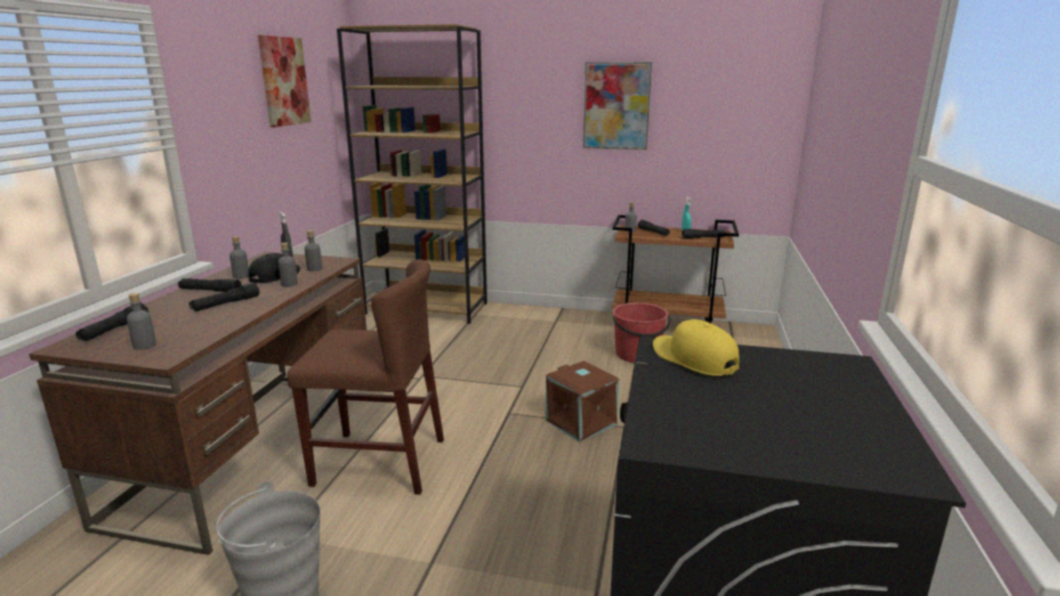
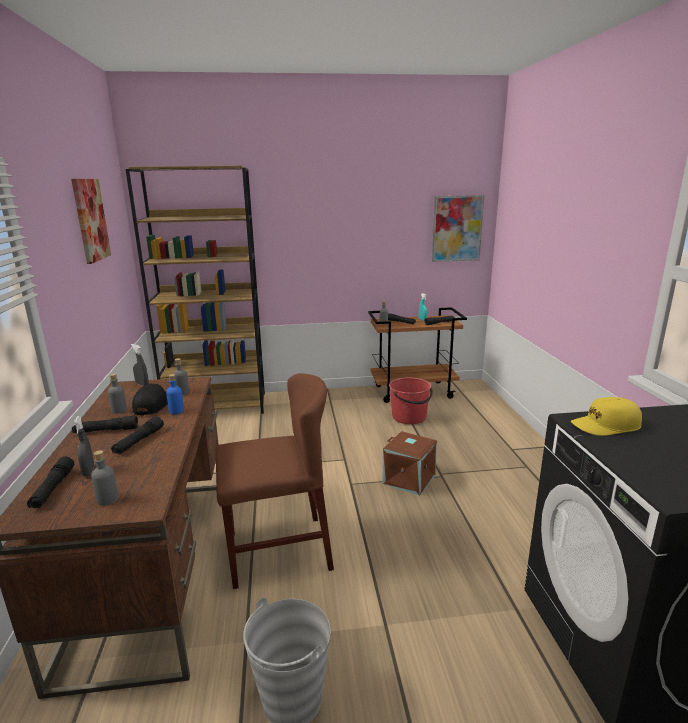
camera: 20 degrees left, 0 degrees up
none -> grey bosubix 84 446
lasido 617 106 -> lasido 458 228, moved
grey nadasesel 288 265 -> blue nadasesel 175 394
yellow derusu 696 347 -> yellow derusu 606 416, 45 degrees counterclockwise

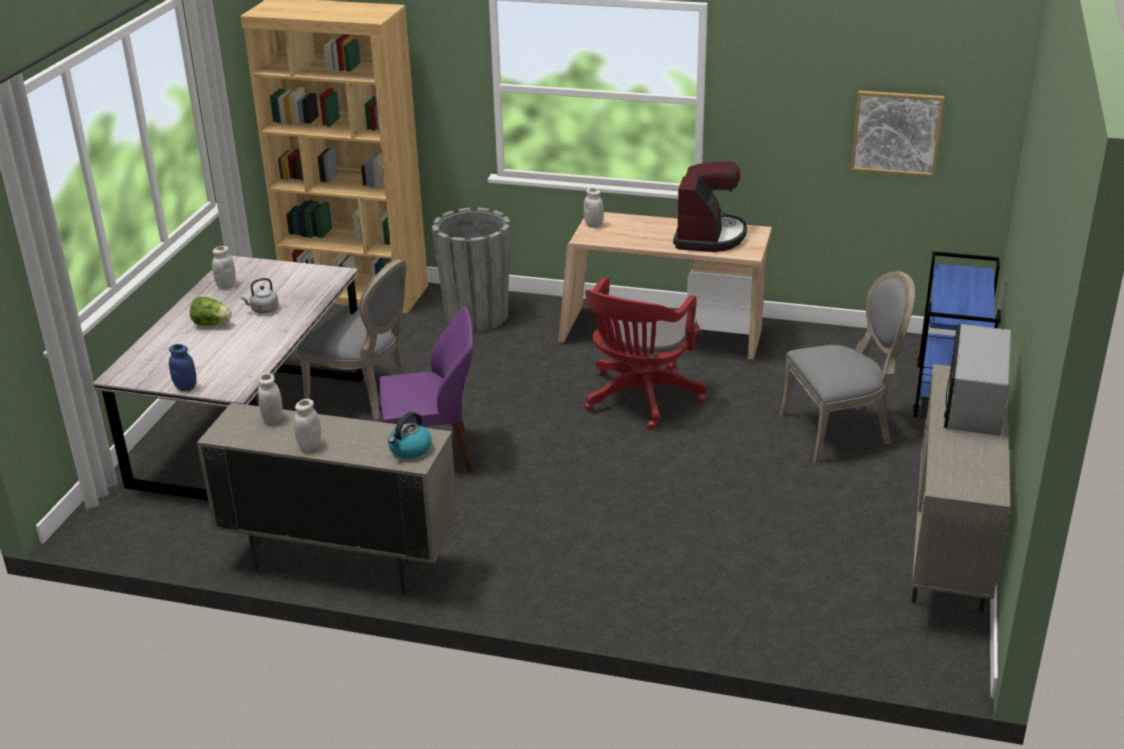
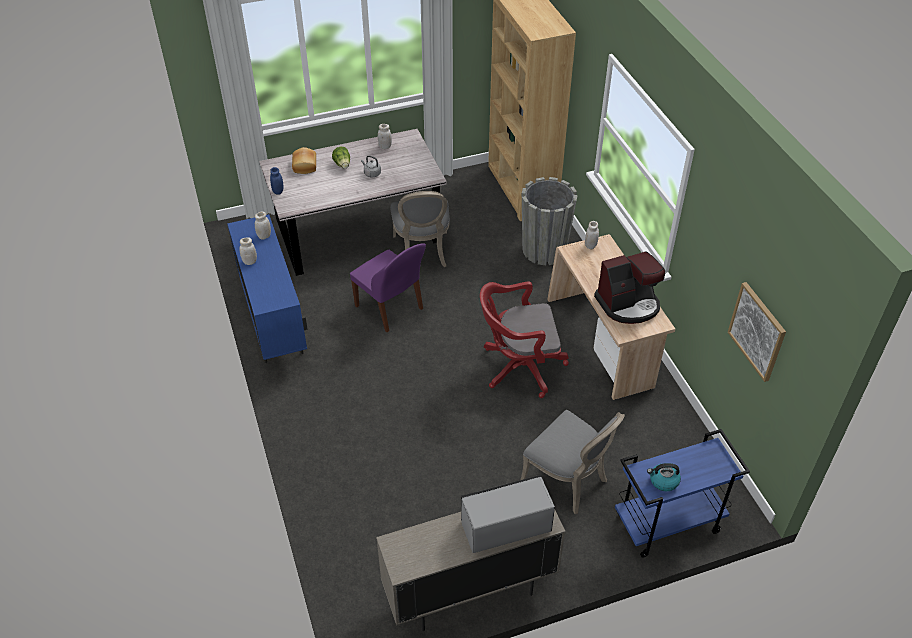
camera: 55 degrees right, 15 degrees up
none -> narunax 304 160
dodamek 410 435 -> dodamek 664 477, moved
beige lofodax 327 499 -> blue lofodax 267 288

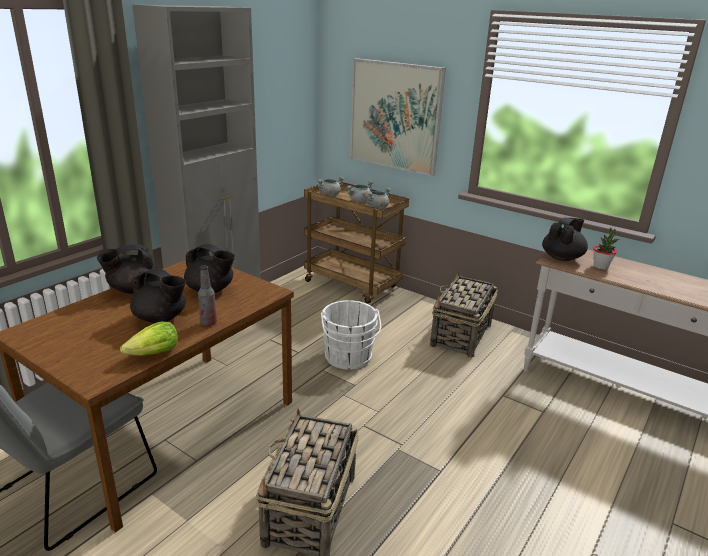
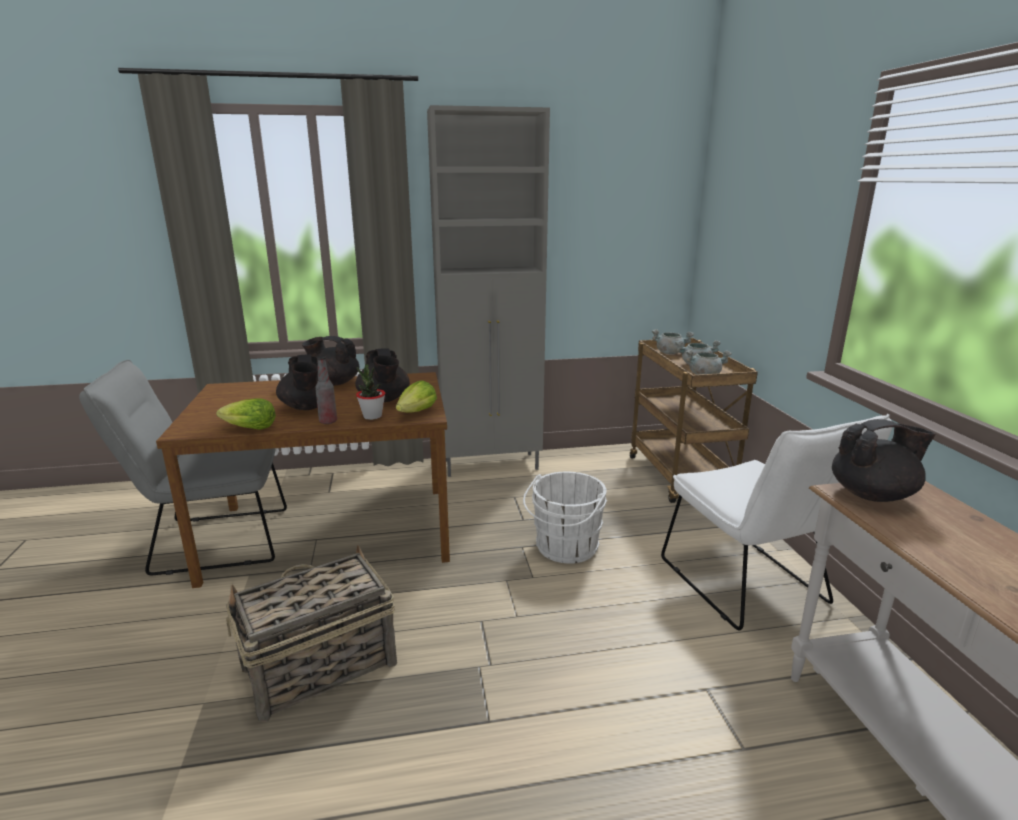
camera: 45 degrees right, 5 degrees down
lasido 398 117 -> none
none -> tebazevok 416 396
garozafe 606 249 -> garozafe 370 392, moved
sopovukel 464 315 -> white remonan 776 522

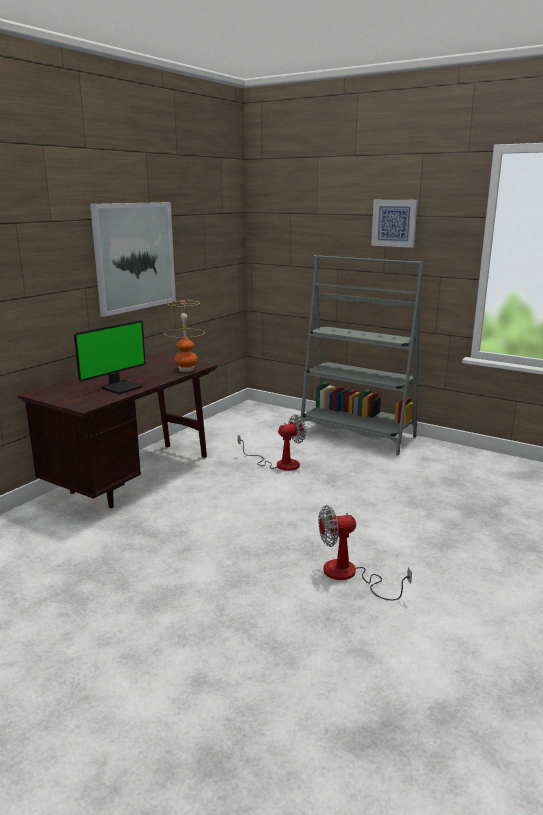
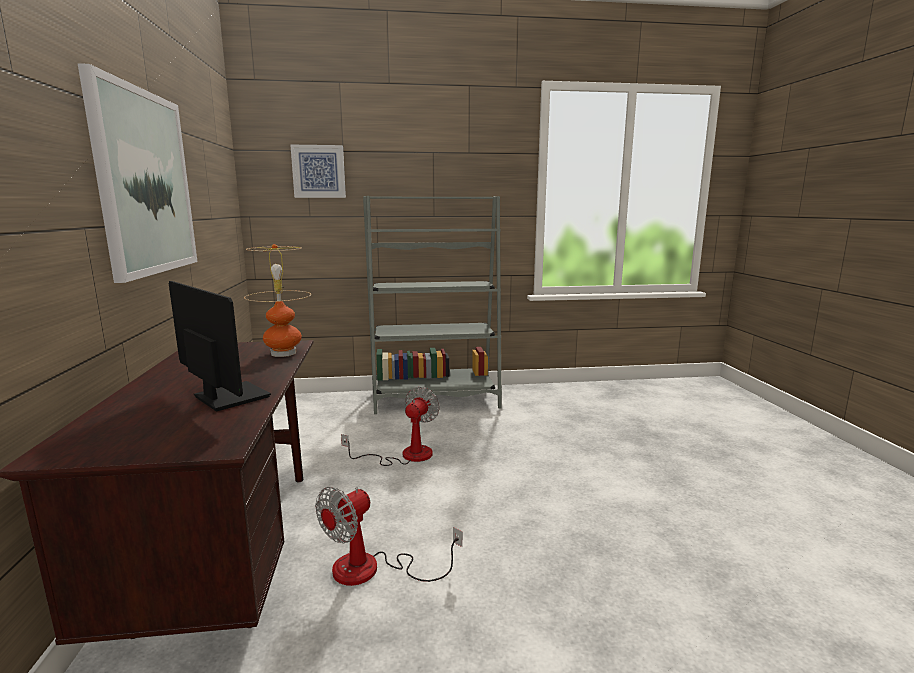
camera: 40 degrees left, 5 degrees down
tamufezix 365 553 -> tamufezix 388 536, moved
lasido 394 224 -> lasido 318 171, moved
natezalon 110 357 -> natezalon 220 346, 45 degrees counterclockwise

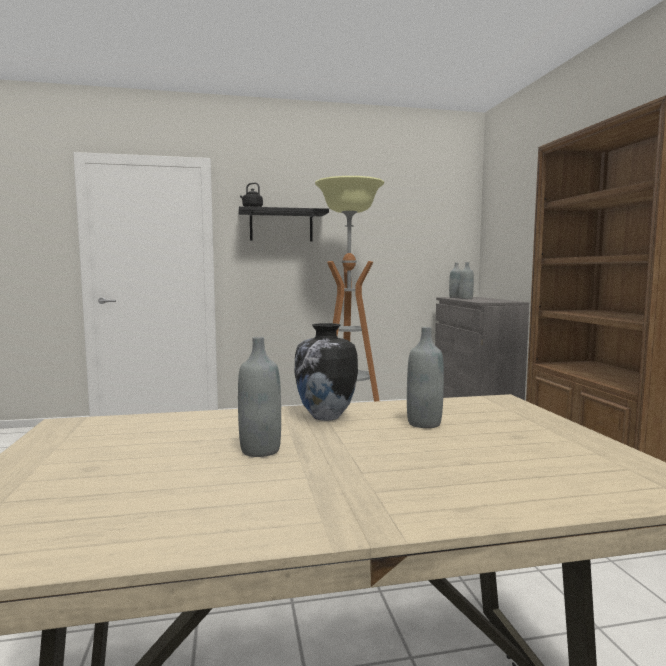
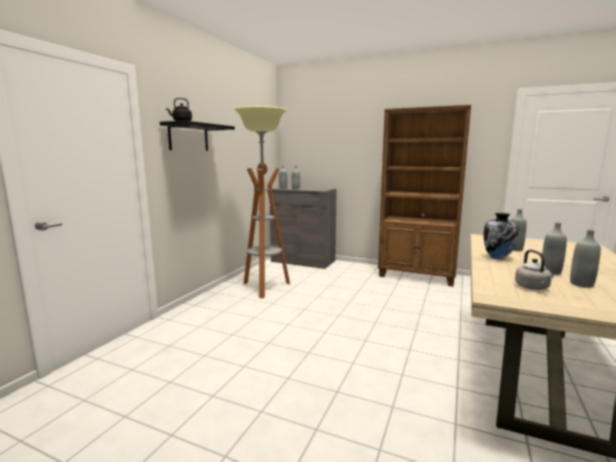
camera: 55 degrees left, 5 degrees up
none -> grey dodamek 534 270
none -> grey nadasesel 585 258

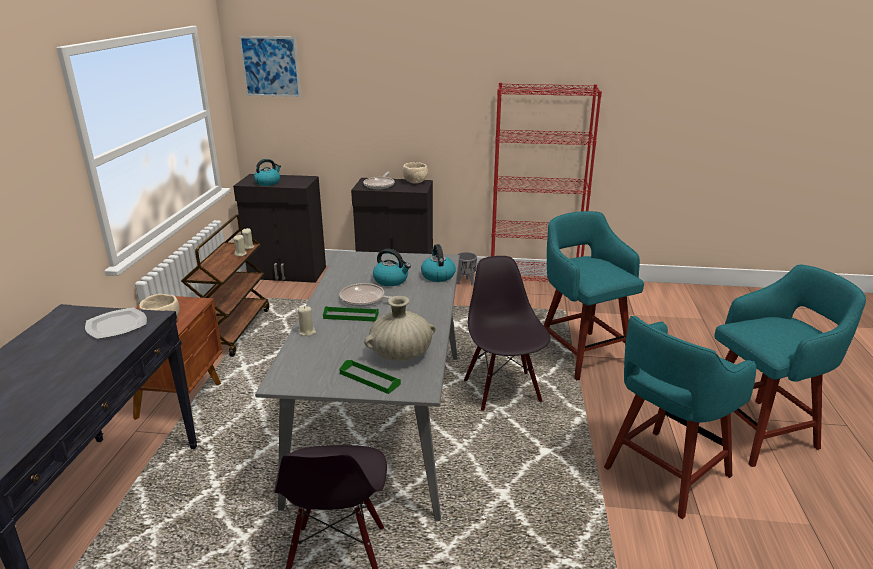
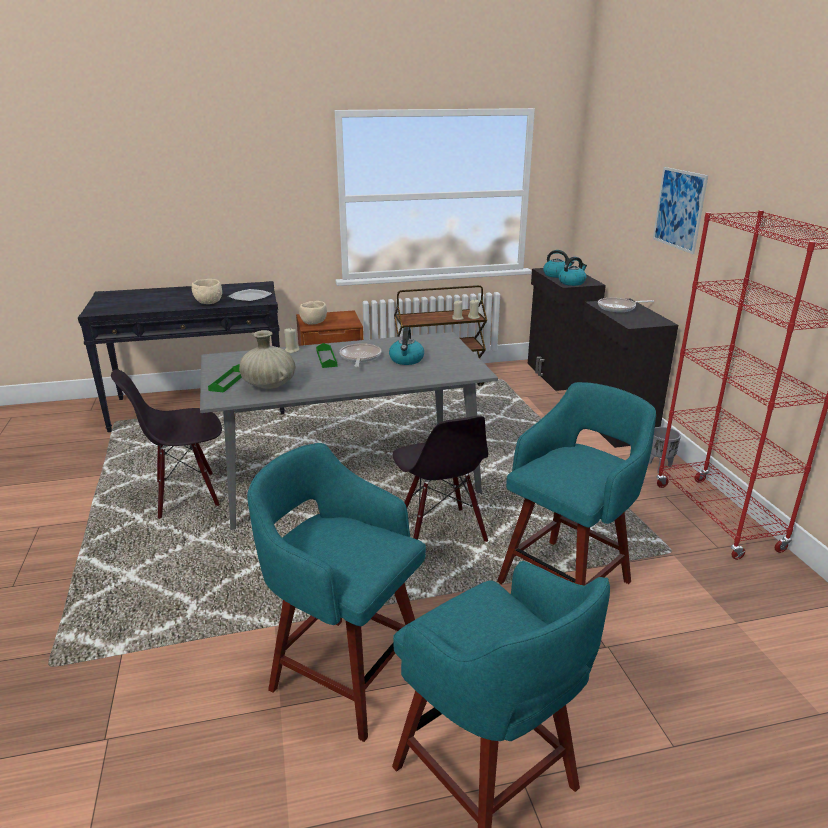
camera: 70 degrees right, 0 degrees up
lasido 270 66 -> lasido 680 210, moved
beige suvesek 415 173 -> beige suvesek 207 291, moved
dodamek 438 263 -> dodamek 572 271, moved
black remonan 507 333 -> black remonan 440 479, 105 degrees clockwise

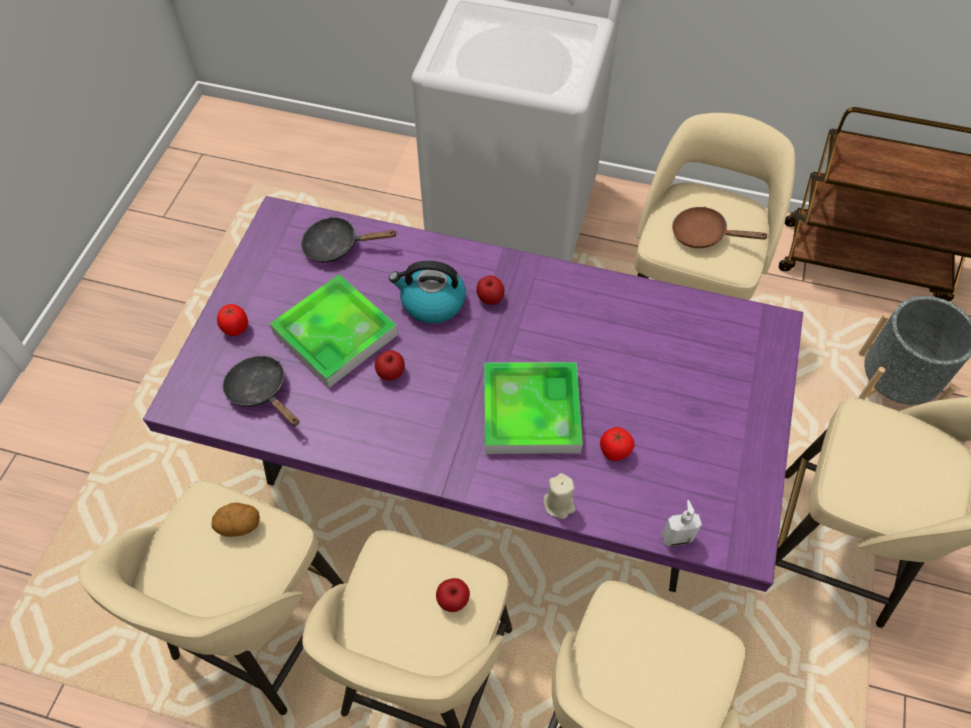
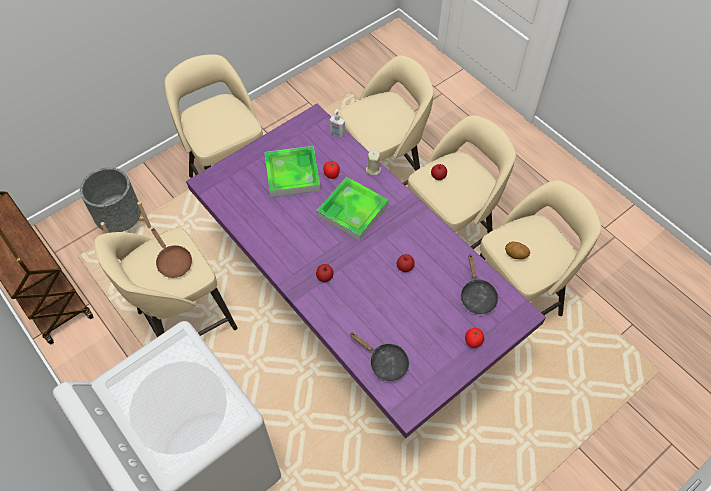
camera: 145 degrees left, 0 degrees up
dodamek 427 292 -> none
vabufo 334 331 -> vabufo 293 171, moved

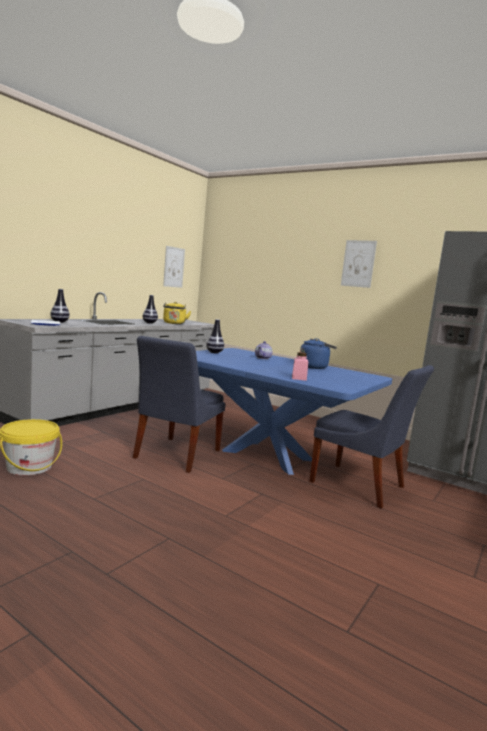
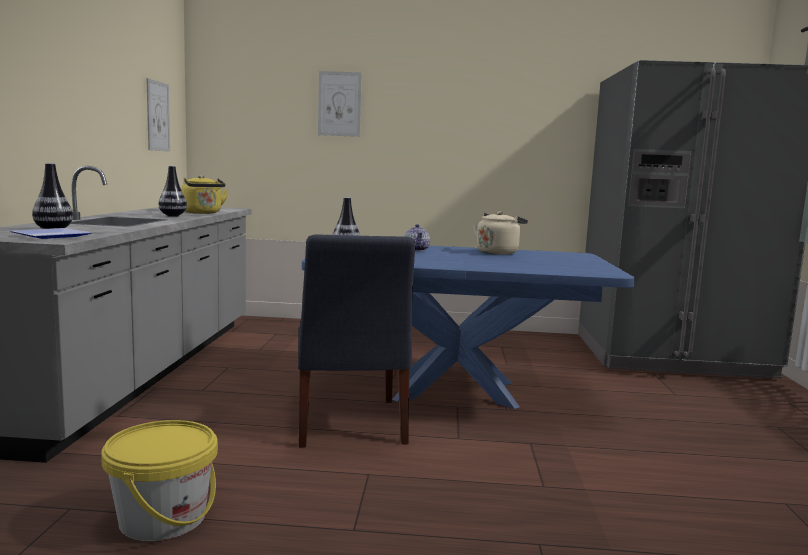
camera: 30 degrees left, 0 degrees up
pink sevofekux 300 366 -> none
blue remonan 371 437 -> none
lasido 359 264 -> lasido 340 104, moved
blue dodamek 318 353 -> beige dodamek 500 233

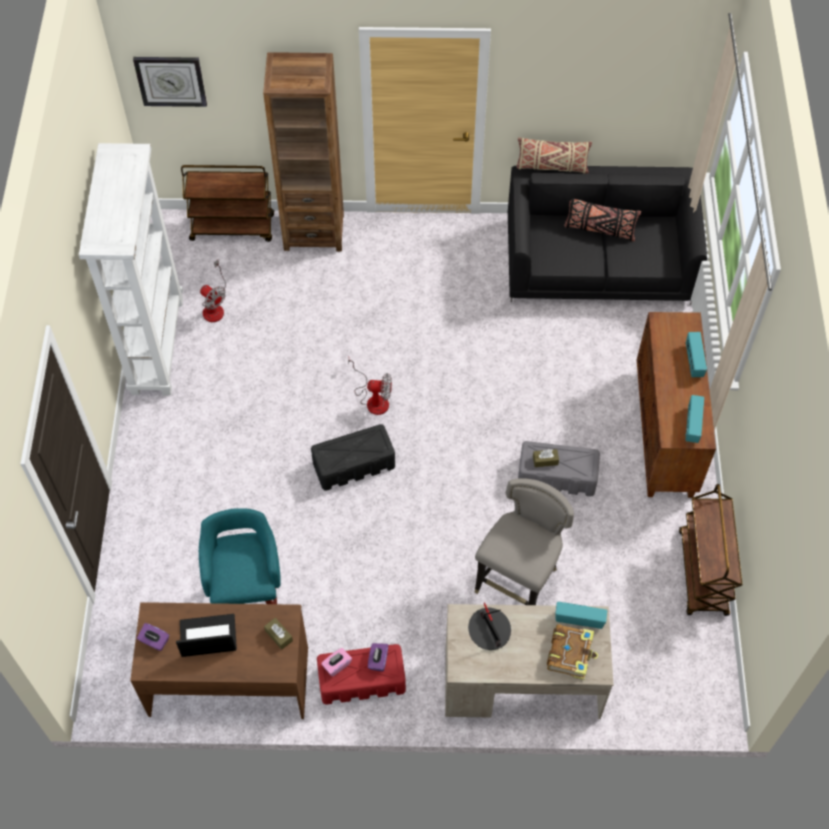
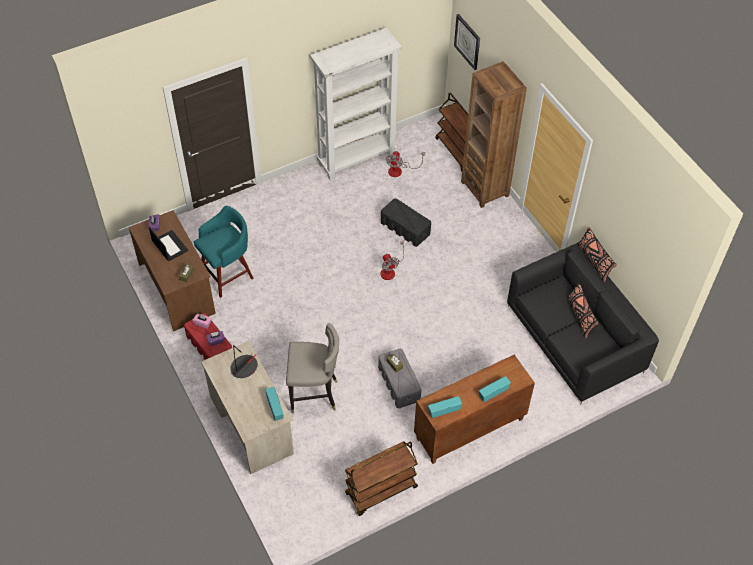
camera: 60 degrees right, 5 degrees down
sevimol 572 652 -> none
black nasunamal 353 457 -> black nasunamal 406 222, moved
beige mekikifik 554 155 -> black mekikifik 597 254

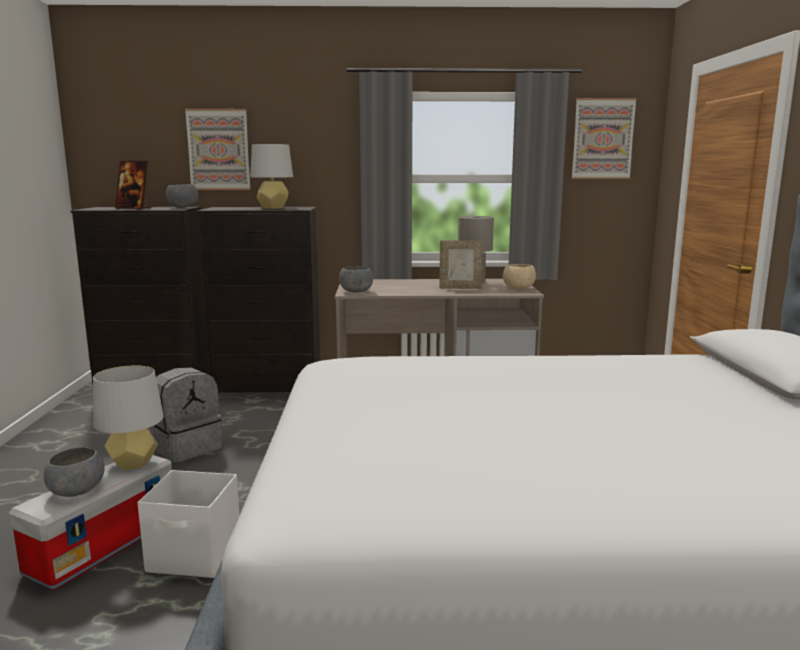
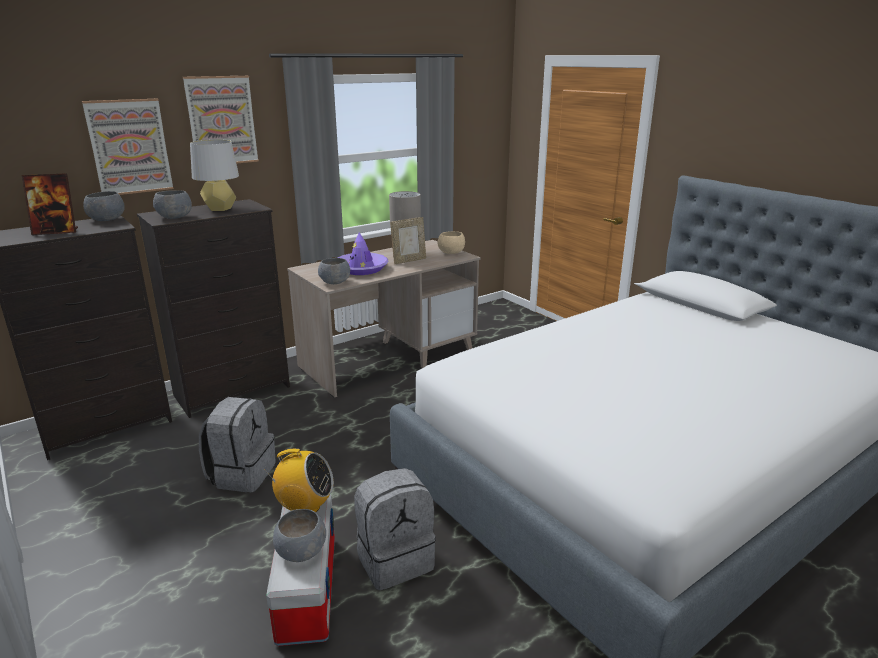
camera: 35 degrees left, 10 degrees up
none -> grey suvesek 172 204
none -> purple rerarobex 363 253
lasido 604 138 -> lasido 221 120, moved
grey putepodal 128 417 -> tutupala 299 480
white nasunamal 188 524 -> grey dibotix 395 529

